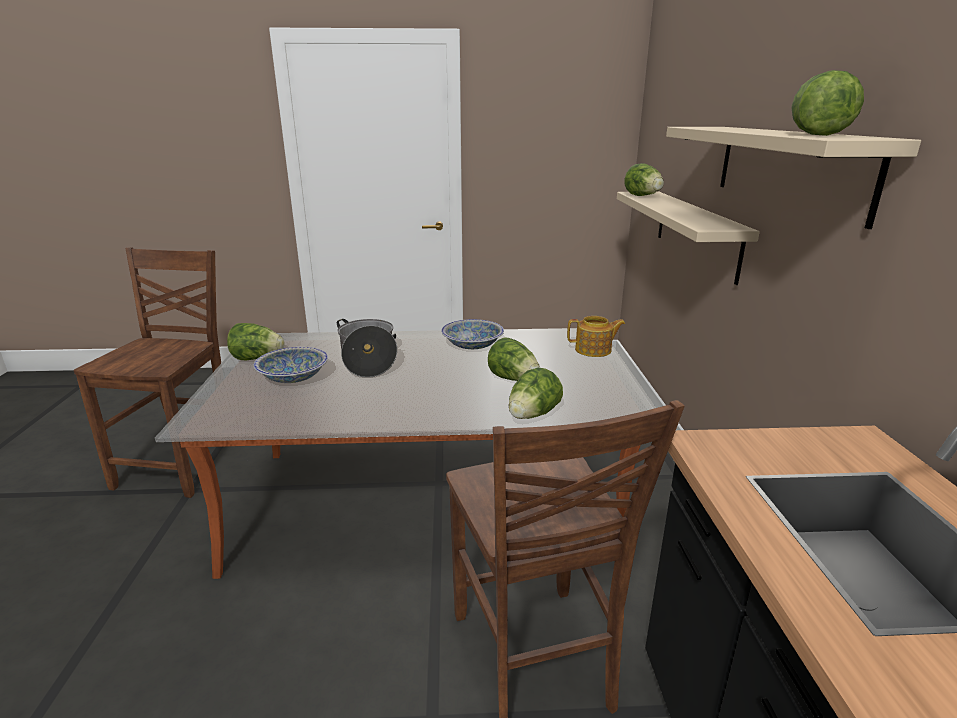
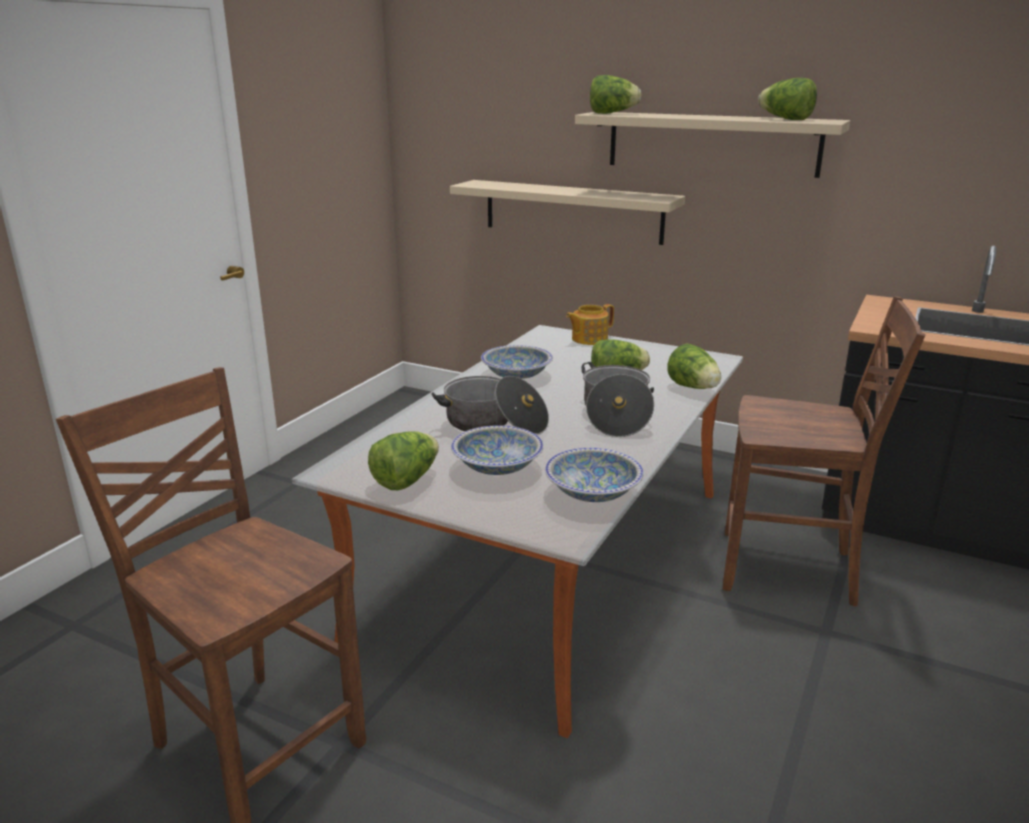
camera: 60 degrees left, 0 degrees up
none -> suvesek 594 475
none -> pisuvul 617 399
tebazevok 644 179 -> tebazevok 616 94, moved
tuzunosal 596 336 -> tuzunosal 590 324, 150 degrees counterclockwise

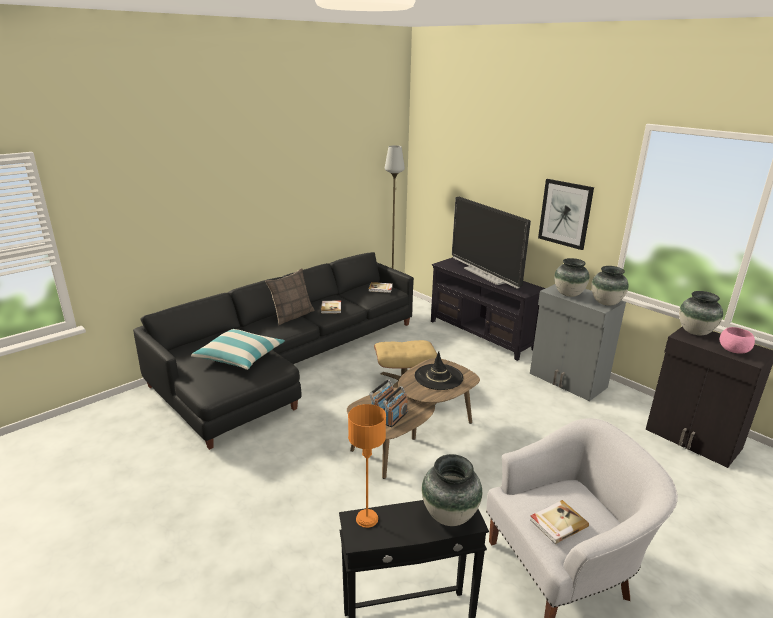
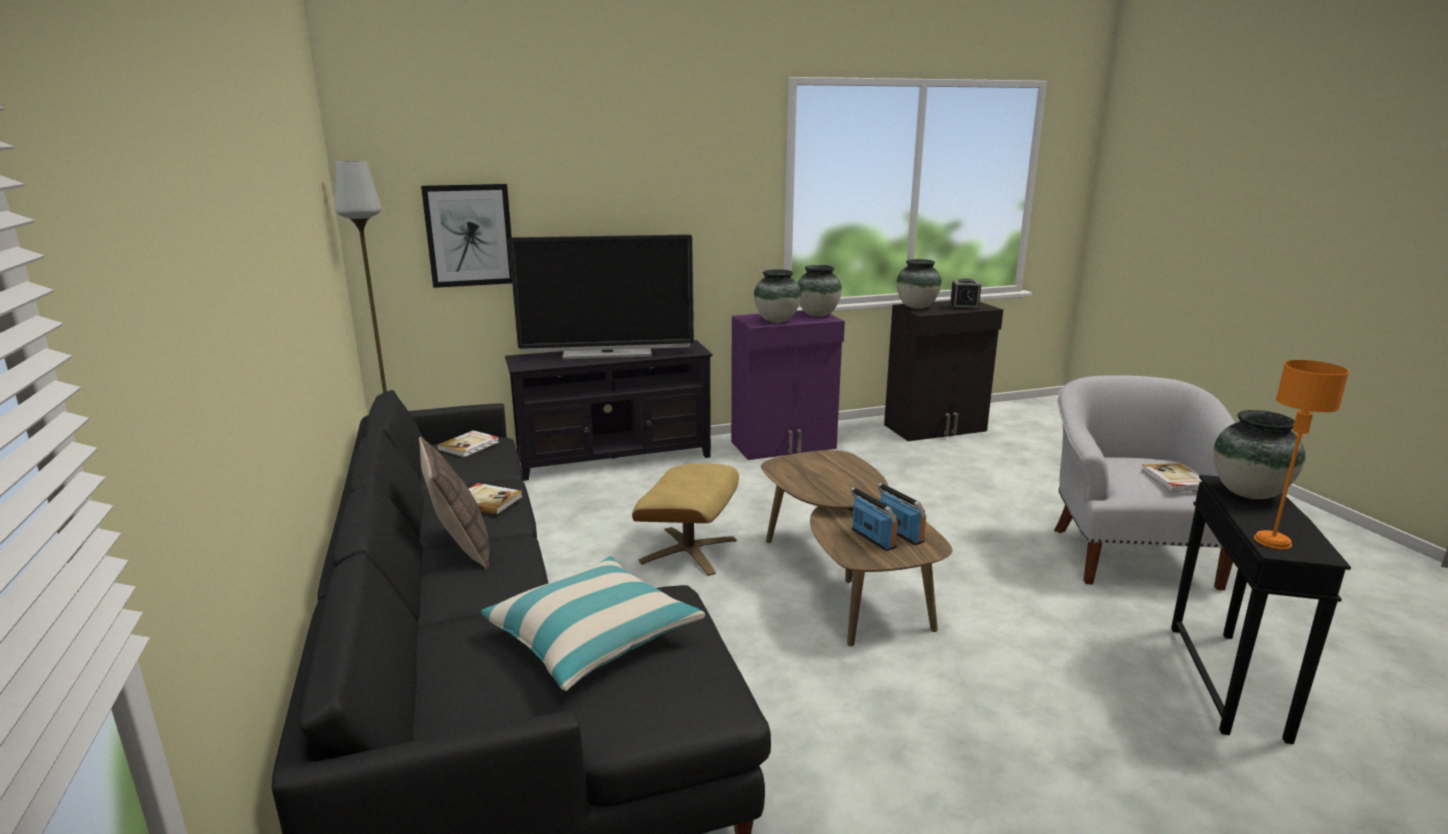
camera: 65 degrees left, 5 degrees down
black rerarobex 438 370 -> none
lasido 566 214 -> lasido 466 236, moved
pink suvesek 737 340 -> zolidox 965 294
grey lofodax 578 342 -> purple lofodax 788 385

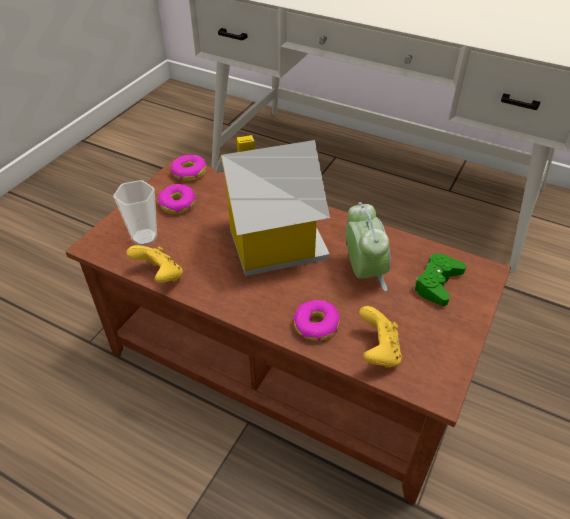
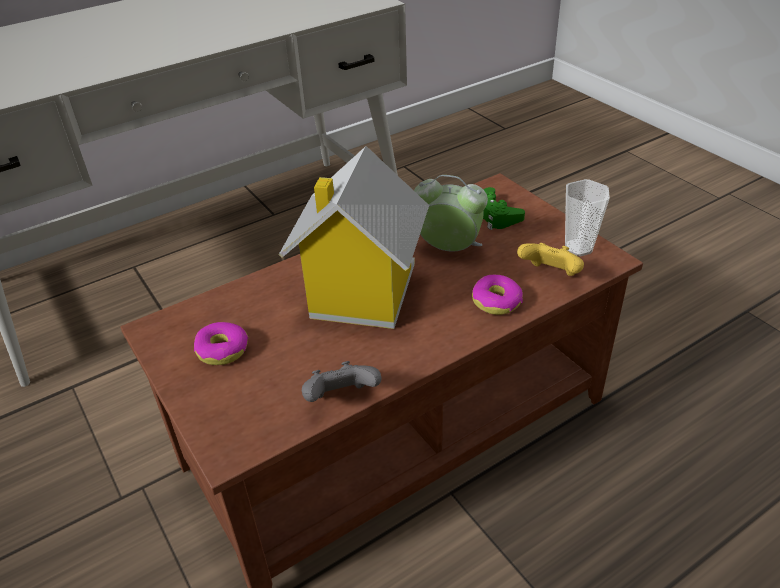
camera: 60 degrees left, 5 degrees down
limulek 188 168 -> none
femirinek 135 213 -> femirinek 587 217, moved
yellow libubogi 154 264 -> grey libubogi 341 381

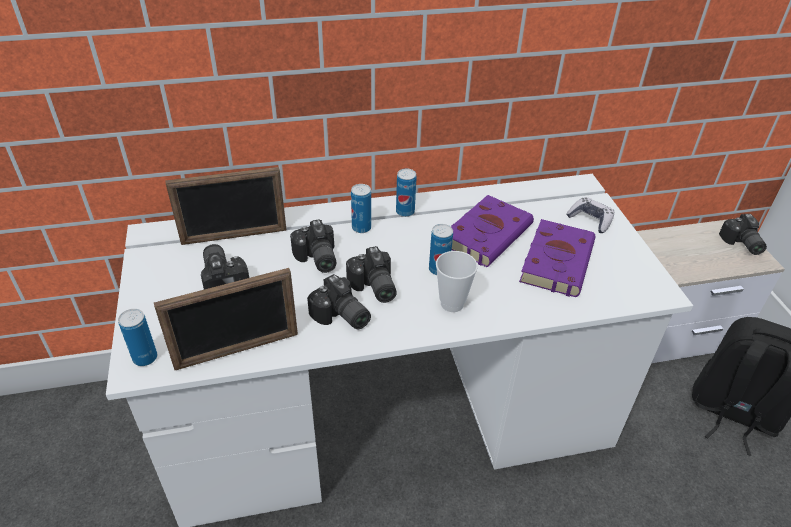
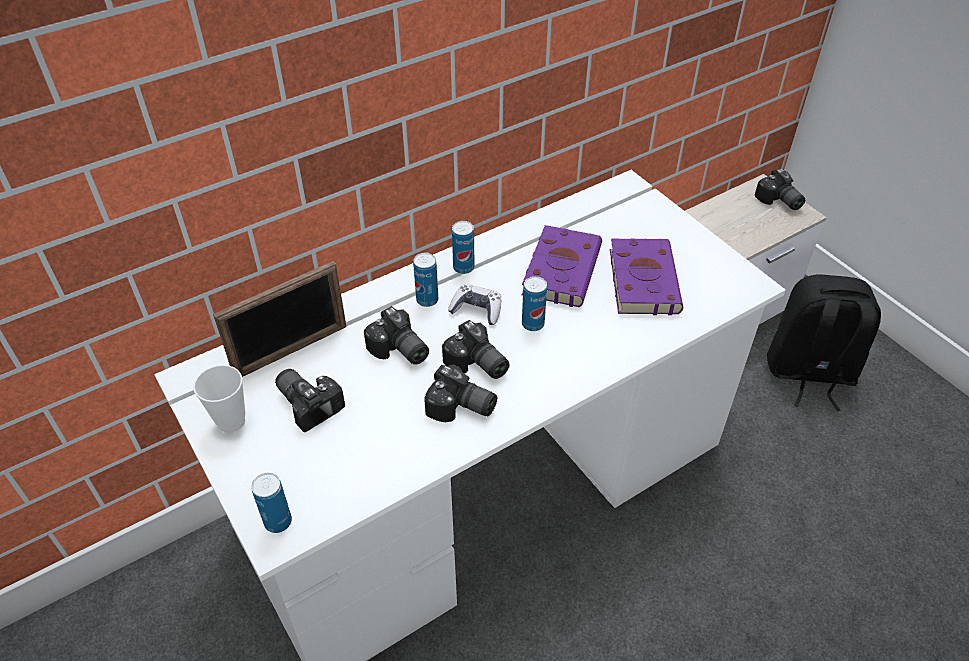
camera: 20 degrees left, 5 degrees up
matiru 226 319 -> none
femirinek 457 281 -> femirinek 219 399, moved
libubogi 590 215 -> libubogi 474 304, moved

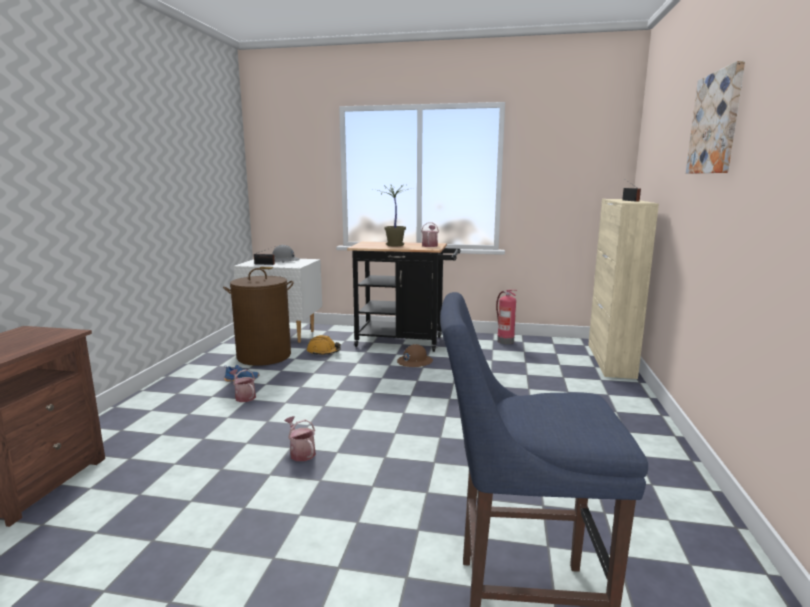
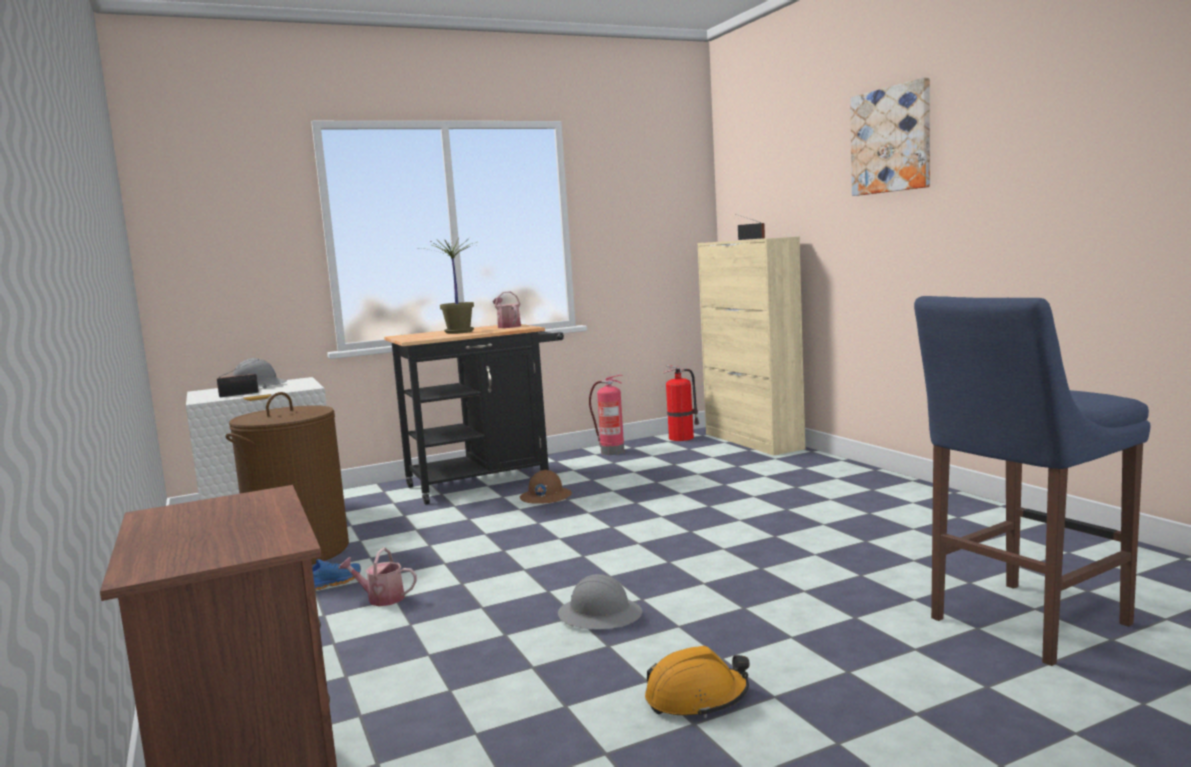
camera: 35 degrees left, 5 degrees down
none -> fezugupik 682 403
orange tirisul 324 345 -> orange tirisul 697 682, moved
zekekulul 300 438 -> grey tirisul 600 601

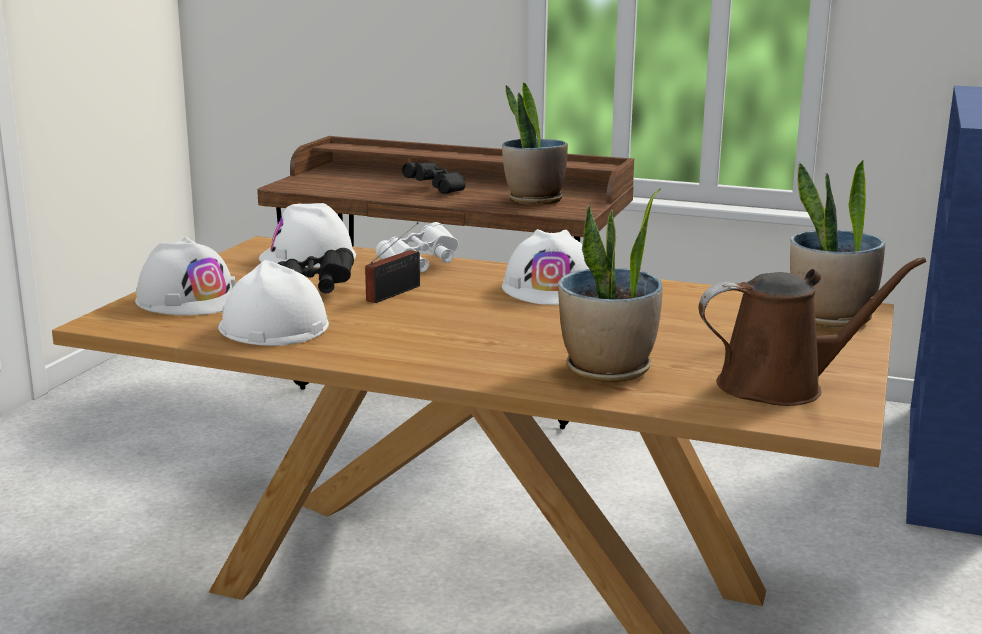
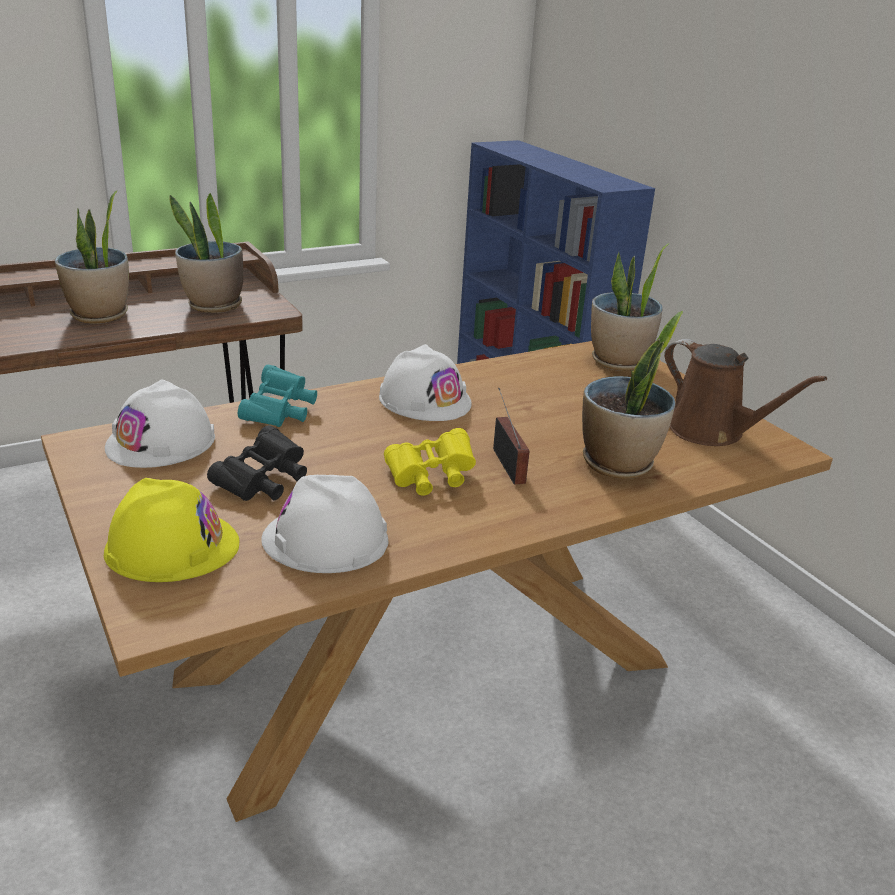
camera: 50 degrees left, 10 degrees up
none -> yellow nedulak 430 462
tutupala 392 262 -> tutupala 511 436, moved
black nedulak 434 178 -> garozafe 92 257
white tirisul 185 276 -> yellow tirisul 171 530
white nedulak 417 247 -> turquoise nedulak 277 396
brown zekekulul 812 331 -> brown zekekulul 745 392, 105 degrees clockwise

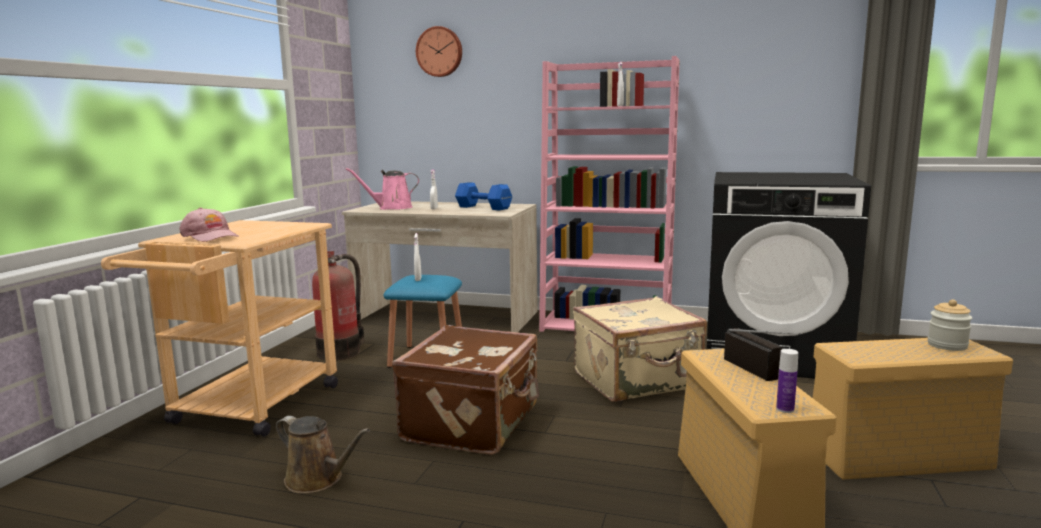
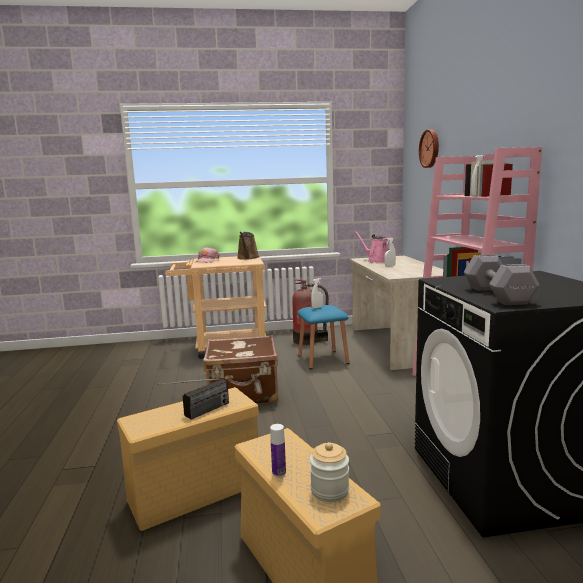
camera: 65 degrees right, 0 degrees up
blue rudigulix 483 196 -> none
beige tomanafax 640 349 -> none
none -> grey rudigulix 501 280
brown zekekulul 323 455 -> brown zekekulul 248 246, moved
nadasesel 787 381 -> nadasesel 278 450, moved

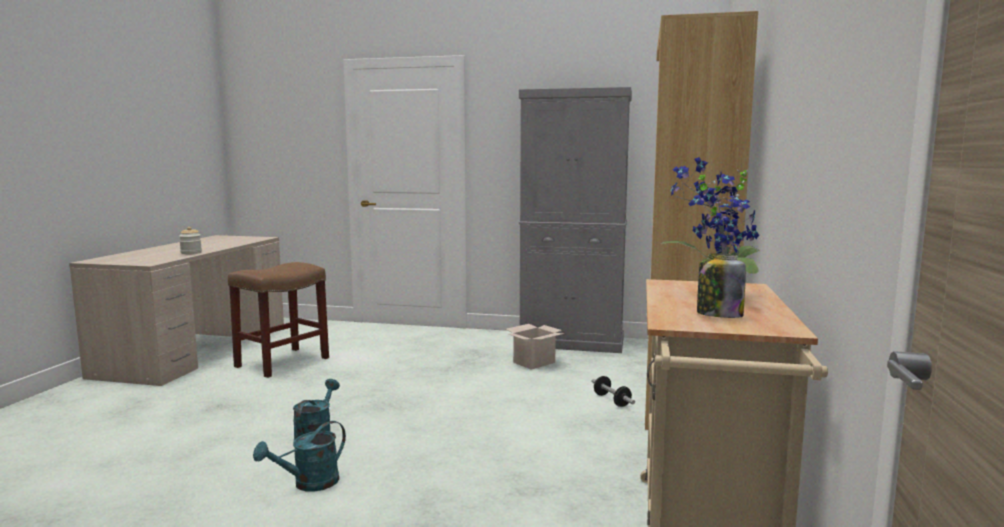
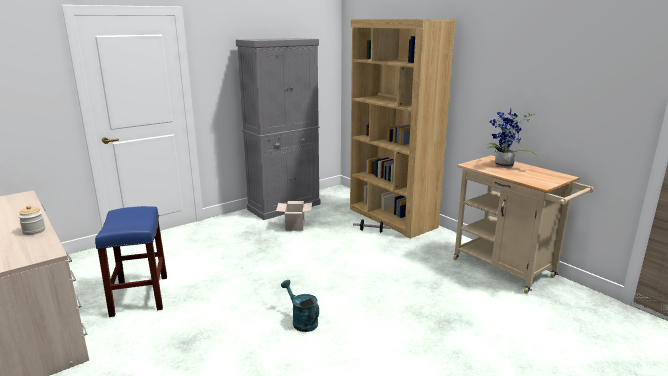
camera: 50 degrees left, 10 degrees up
turquoise zekekulul 299 456 -> none
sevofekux 721 286 -> none
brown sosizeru 278 320 -> blue sosizeru 131 261

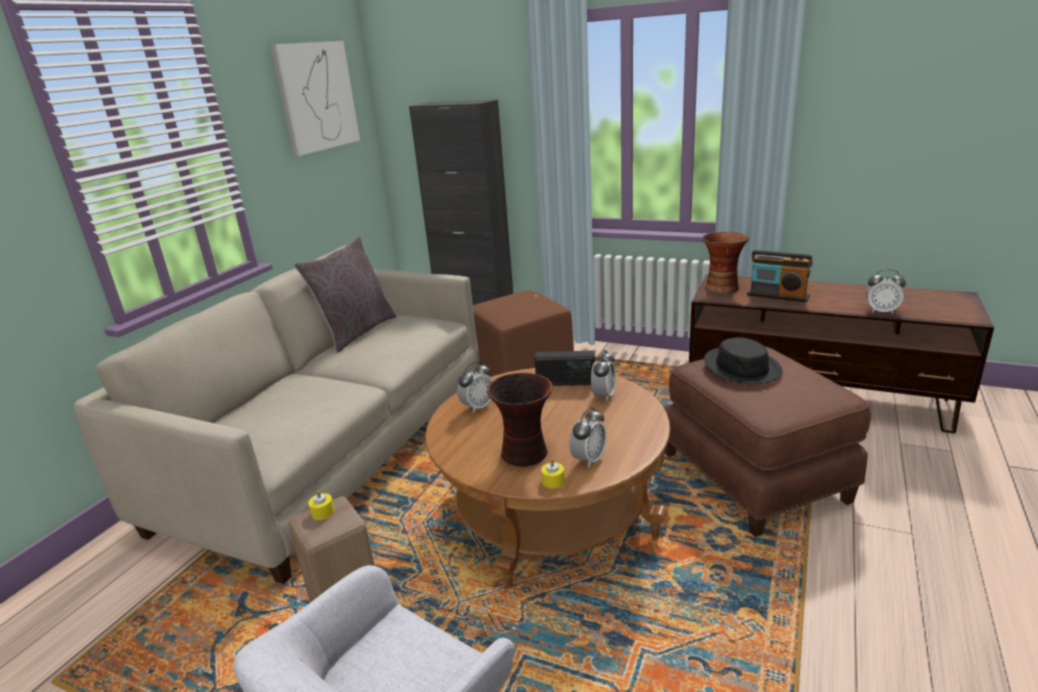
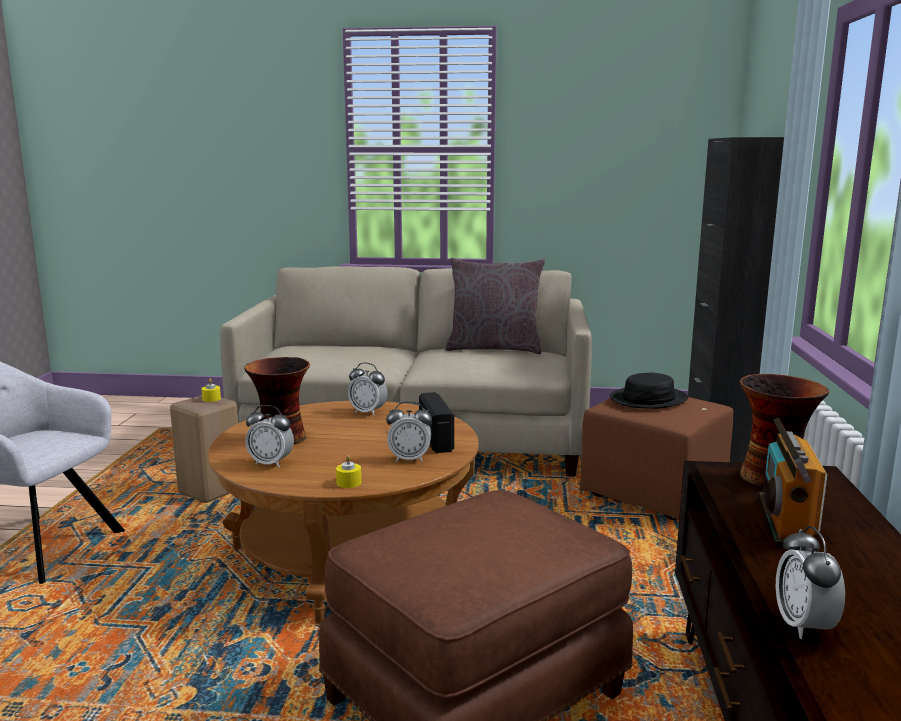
camera: 70 degrees right, 10 degrees down
lasido 315 98 -> none
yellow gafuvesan 553 473 -> yellow gafuvesan 348 471, moved
black rerarobex 743 360 -> black rerarobex 649 391, moved

